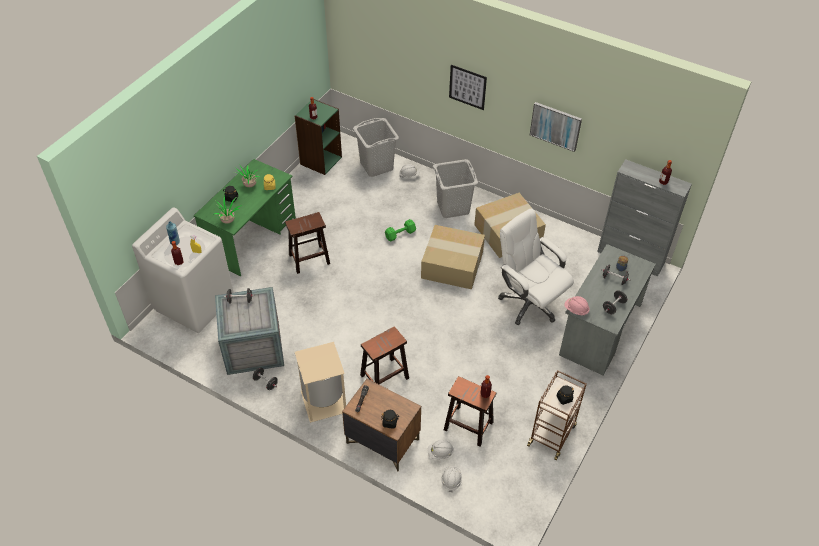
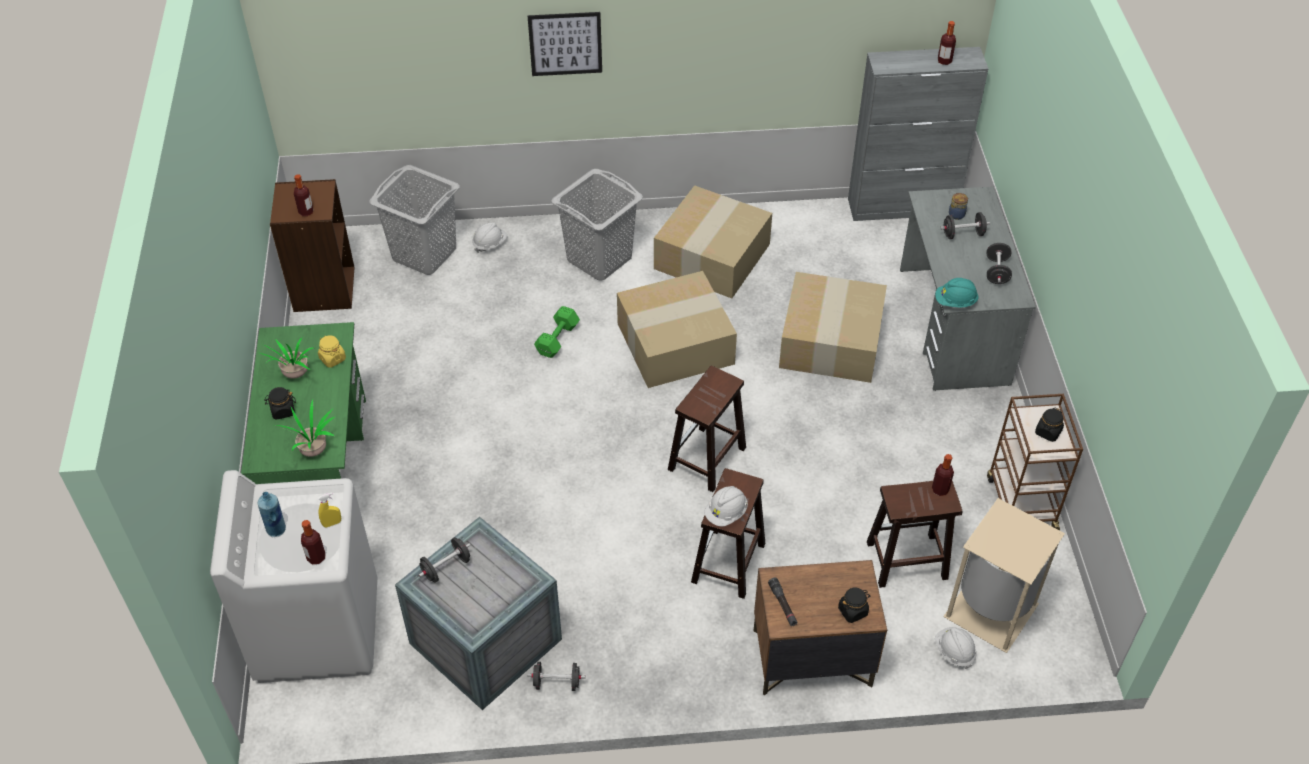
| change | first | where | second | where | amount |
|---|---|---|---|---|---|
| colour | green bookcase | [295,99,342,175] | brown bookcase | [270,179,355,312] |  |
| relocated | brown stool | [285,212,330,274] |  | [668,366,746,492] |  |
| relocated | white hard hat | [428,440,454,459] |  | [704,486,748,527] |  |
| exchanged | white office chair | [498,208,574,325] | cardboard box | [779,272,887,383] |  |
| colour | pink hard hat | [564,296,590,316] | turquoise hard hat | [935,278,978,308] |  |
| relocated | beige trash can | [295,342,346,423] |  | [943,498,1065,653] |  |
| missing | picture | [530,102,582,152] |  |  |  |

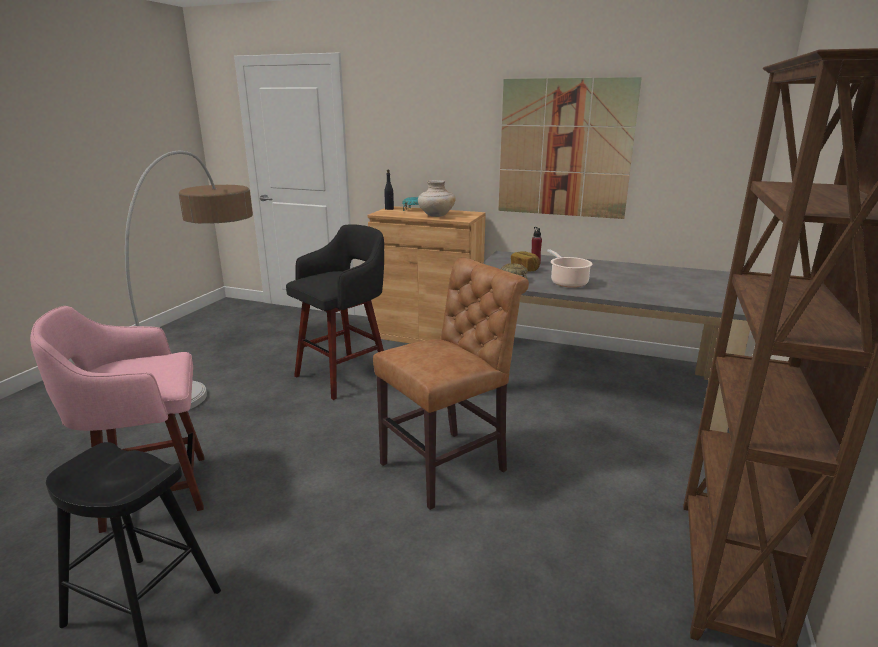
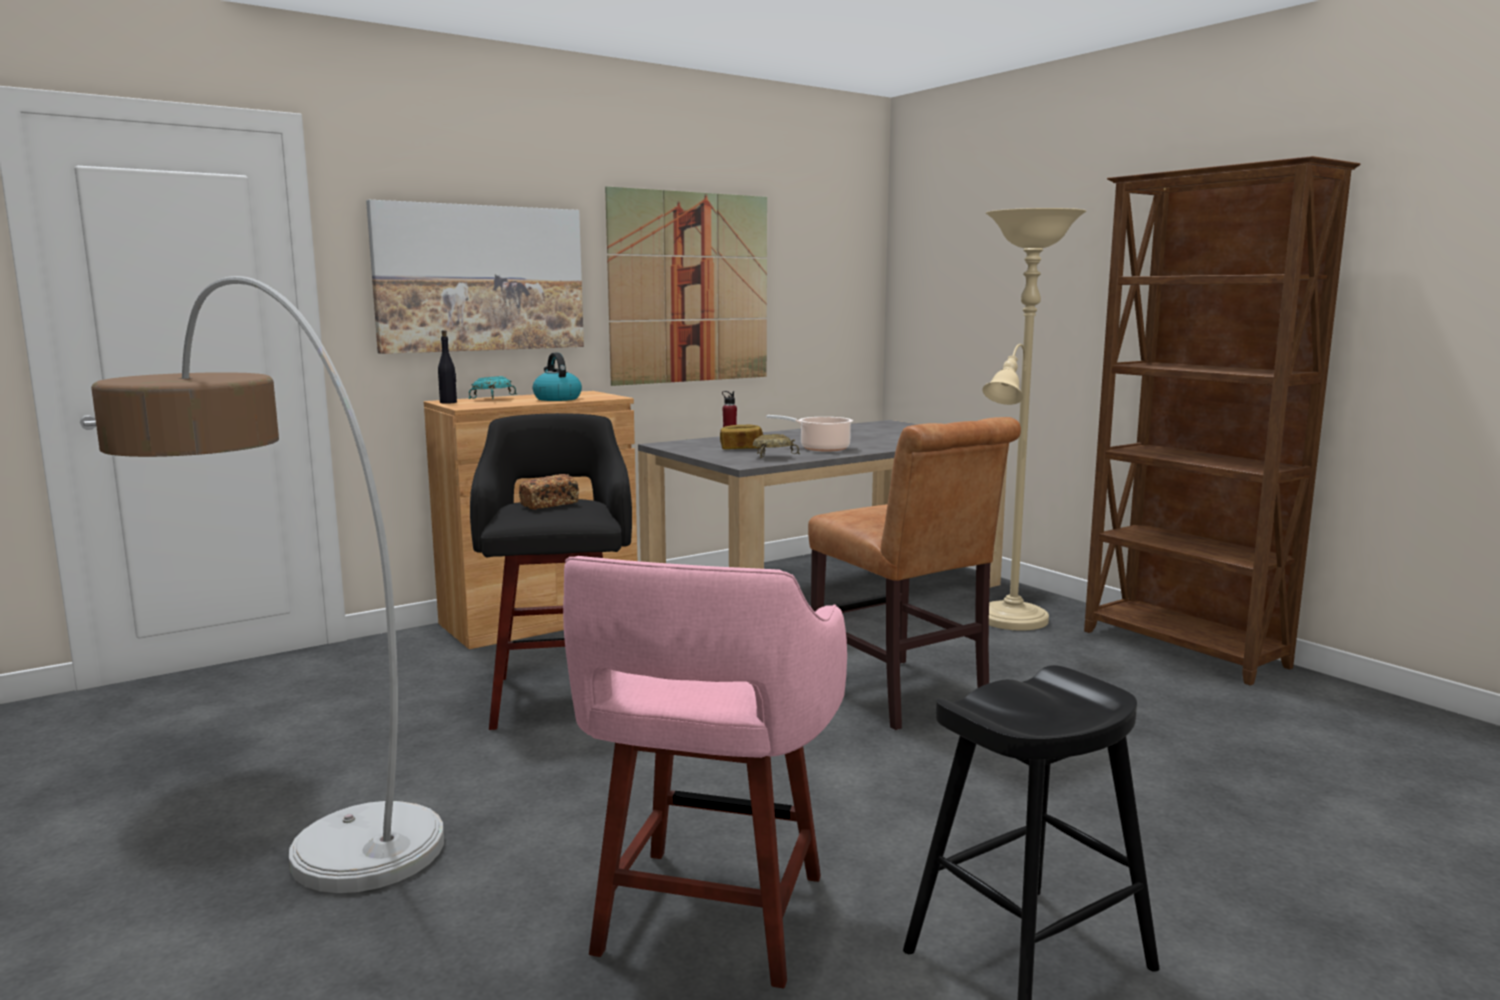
| change | first | where | second | where | amount |
|---|---|---|---|---|---|
| appeared |  |  | picture | [366,200,584,354] |  |
| appeared |  |  | bread | [519,474,579,510] |  |
| exchanged | beige vase | [418,180,455,217] | kettle | [533,353,582,401] |  |
| spun | brown chair | [373,258,529,510] |  | [808,417,1021,730] | 150 degrees clockwise |
| appeared |  |  | beige floor lamp | [982,208,1086,630] |  |

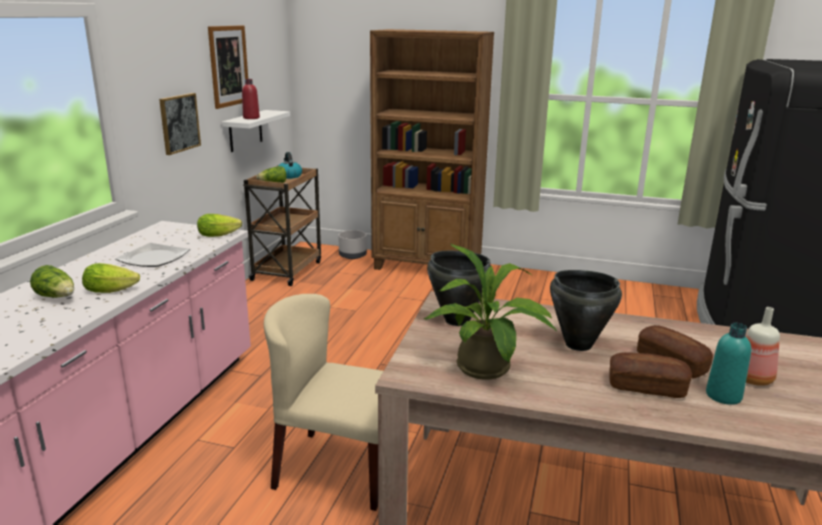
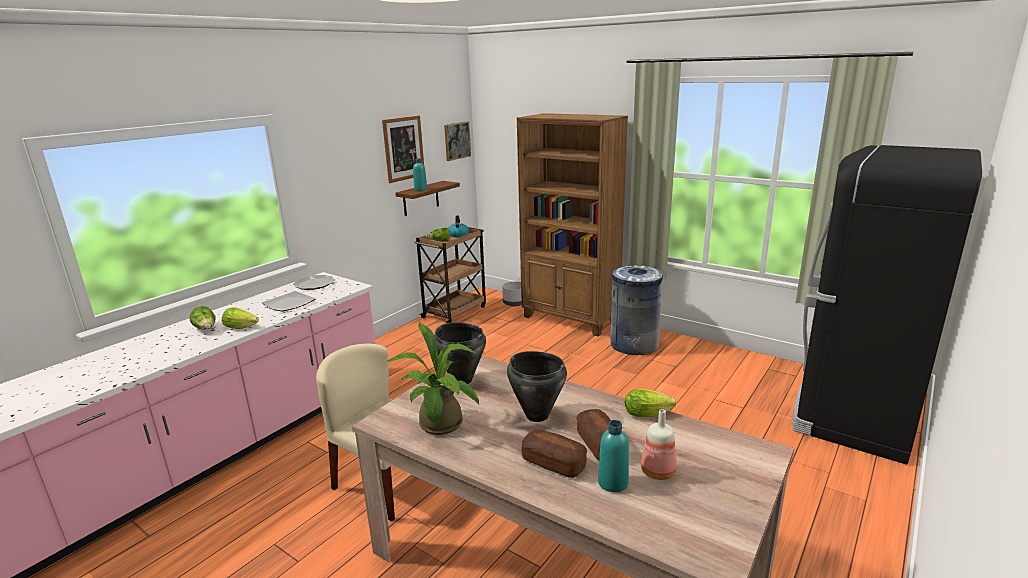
| change | first | where | second | where | amount |
|---|---|---|---|---|---|
| appeared |  |  | plate | [293,275,335,290] |  |
| colour | white shelf | [222,110,290,152] | brown shelf | [395,181,460,216] |  |
| colour | red bottle | [242,79,260,119] | turquoise bottle | [413,159,427,191] |  |
| relocated | picture | [159,93,201,155] |  | [444,121,471,161] |  |
| appeared |  |  | grey trash can | [610,265,663,355] |  |
| relocated | lettuce | [197,214,242,237] |  | [625,389,676,417] |  |

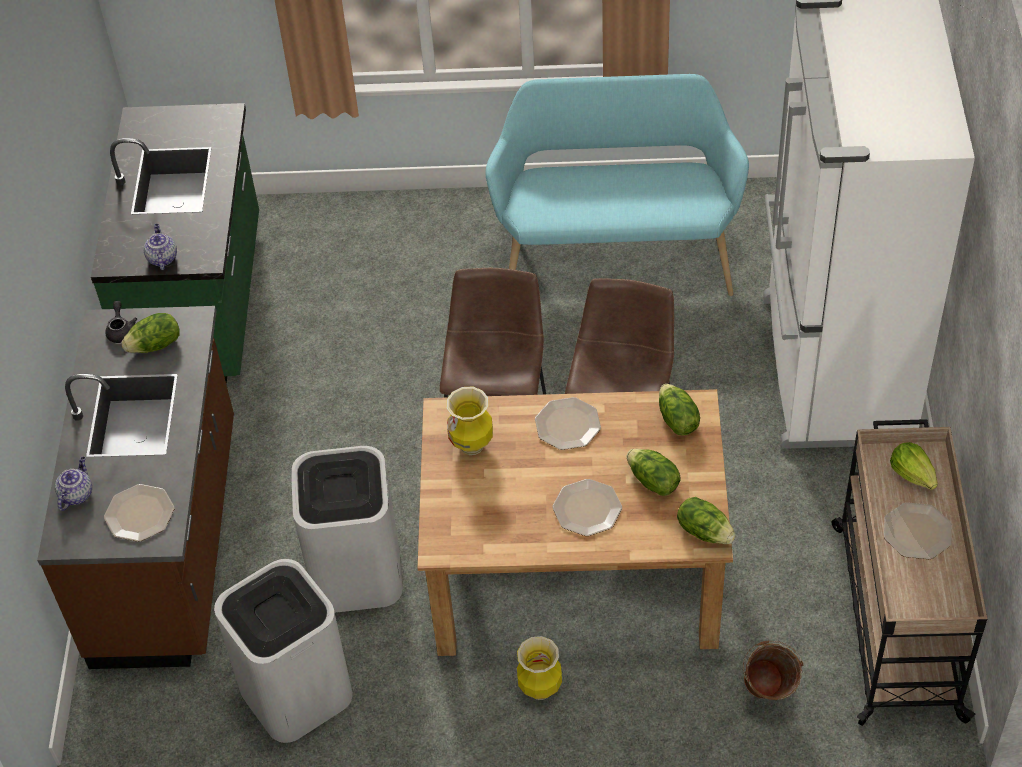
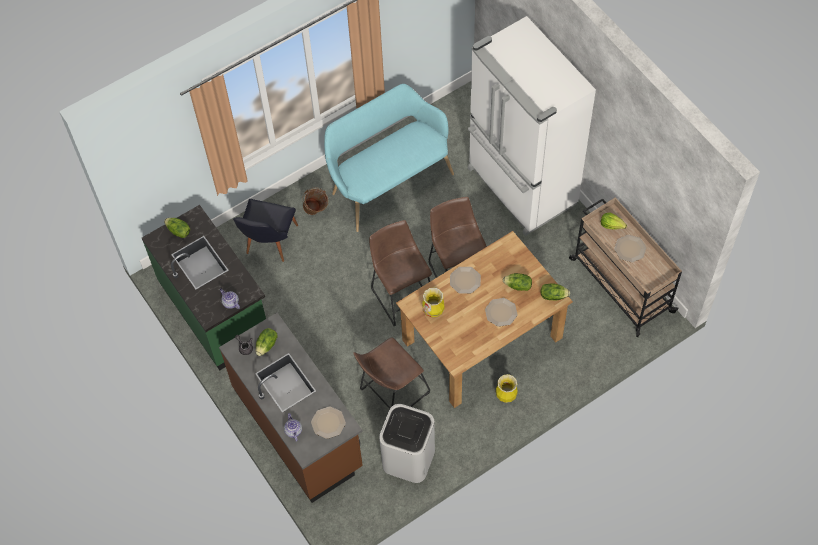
| change | first | where | second | where | amount |
|---|---|---|---|---|---|
| relocated | lettuce | [659,384,700,436] |  | [164,218,190,238] |  |
| appeared |  |  | black chair | [233,199,298,262] |  |
| relocated | brown bucket | [743,641,803,700] |  | [302,187,329,215] |  |
| exchanged | white trash can | [291,446,403,613] | brown stool | [353,337,430,409] |  |

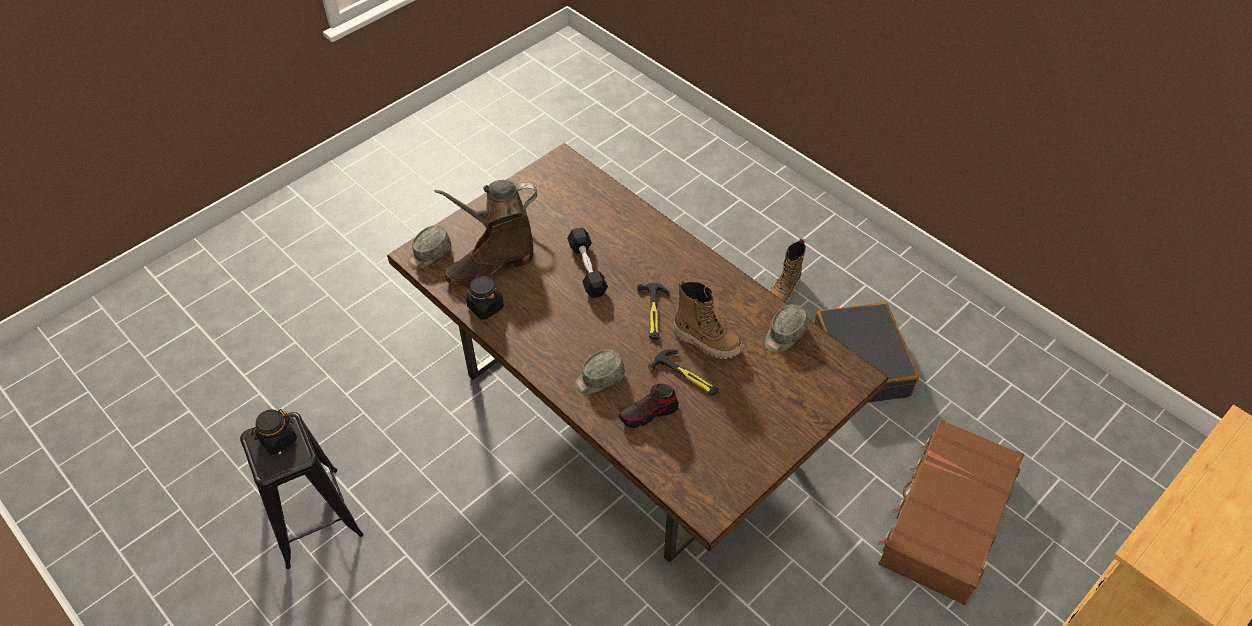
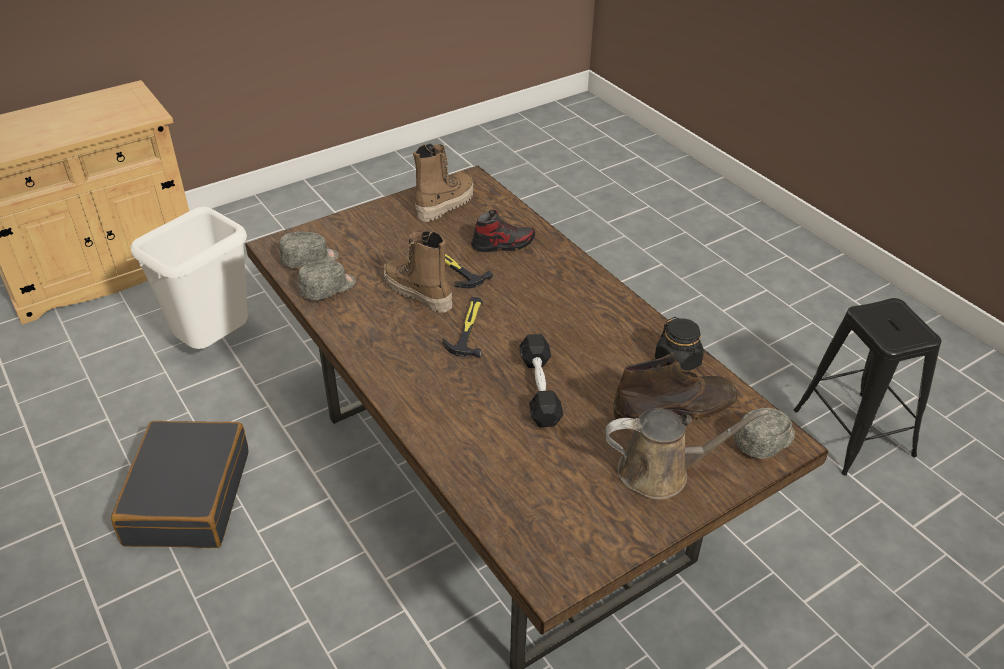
| change | first | where | second | where | amount |
|---|---|---|---|---|---|
| exchanged | brown suitcase | [877,419,1024,605] | white trash can | [130,207,248,349] |  |
| relocated | grey cap | [574,349,625,394] |  | [279,232,338,268] |  |
| relocated | boot | [770,238,806,304] |  | [413,144,474,222] |  |
| missing | black jar | [251,409,297,454] |  |  |  |

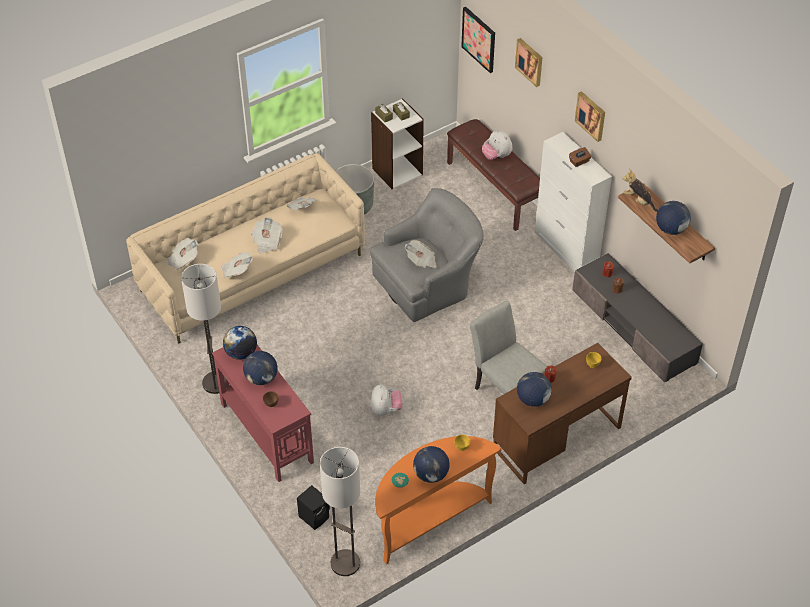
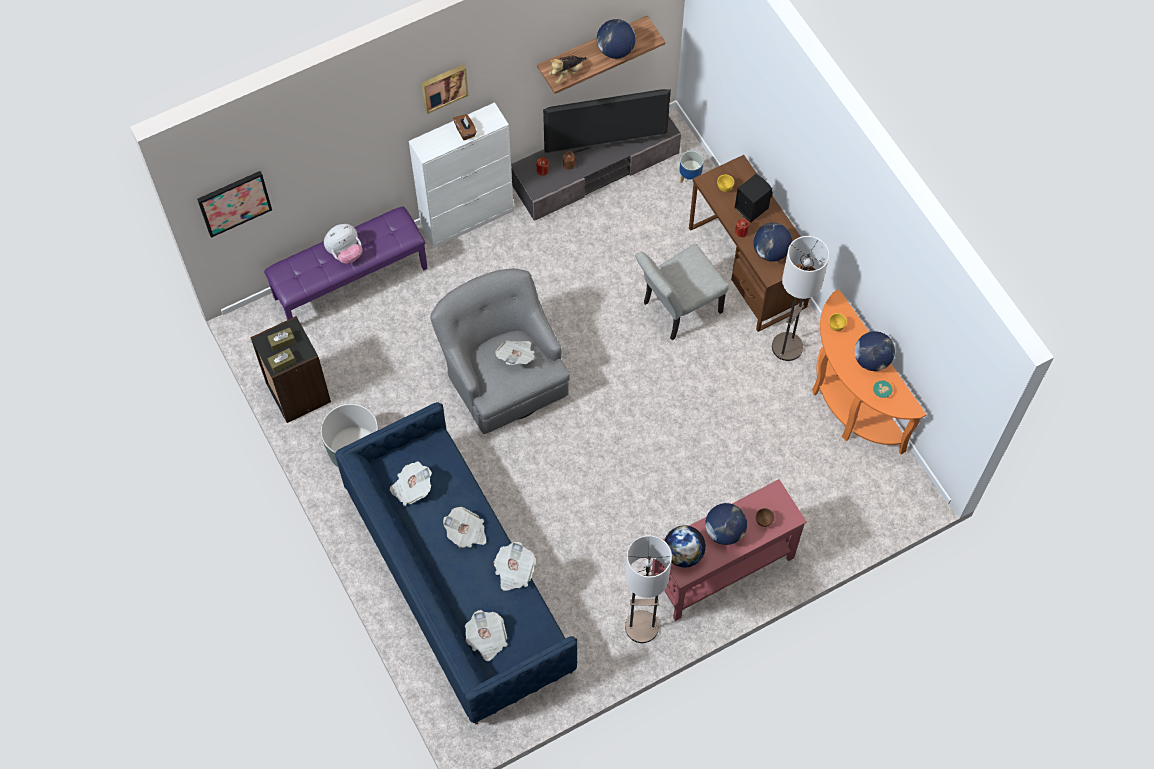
| change | first | where | second | where | amount |
|---|---|---|---|---|---|
| colour | white bookcase | [371,98,424,189] | black bookcase | [250,316,331,423] |  |
| colour | brown bench | [447,119,540,231] | purple bench | [264,206,428,320] |  |
| colour | beige sofa | [126,153,365,343] | blue sofa | [335,402,577,725] |  |
| appeared |  |  | television | [543,89,671,153] |  |
| appeared |  |  | planter | [679,151,703,183] |  |
| relocated | black speaker | [297,485,330,530] |  | [735,174,773,223] |  |
| relocated | floor lamp | [320,447,360,576] |  | [772,236,829,361] |  |
| missing | plush toy | [370,384,402,416] |  |  |  |
| missing | picture | [515,38,542,87] |  |  |  |

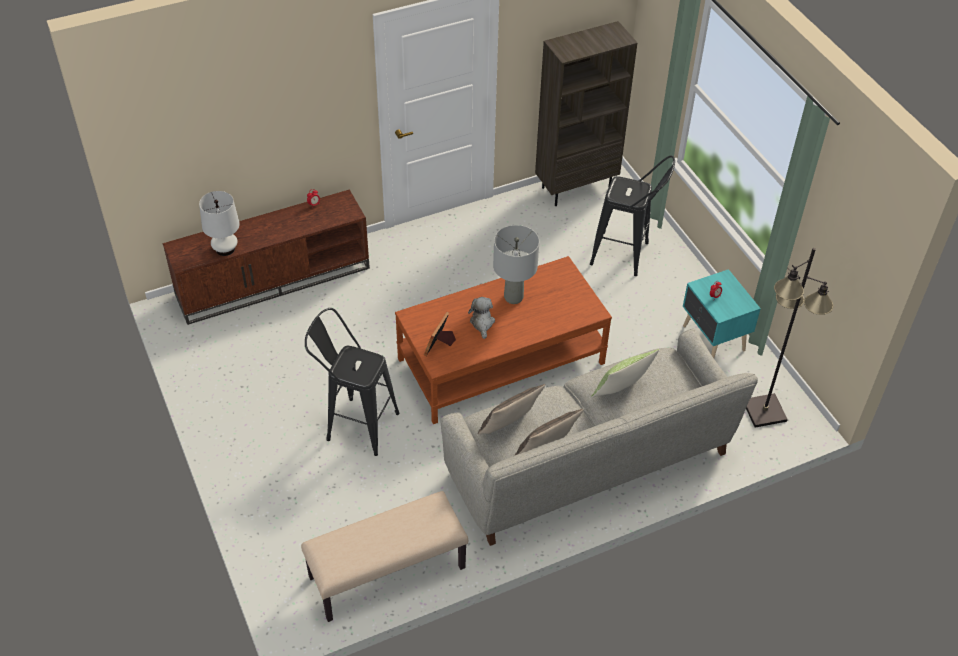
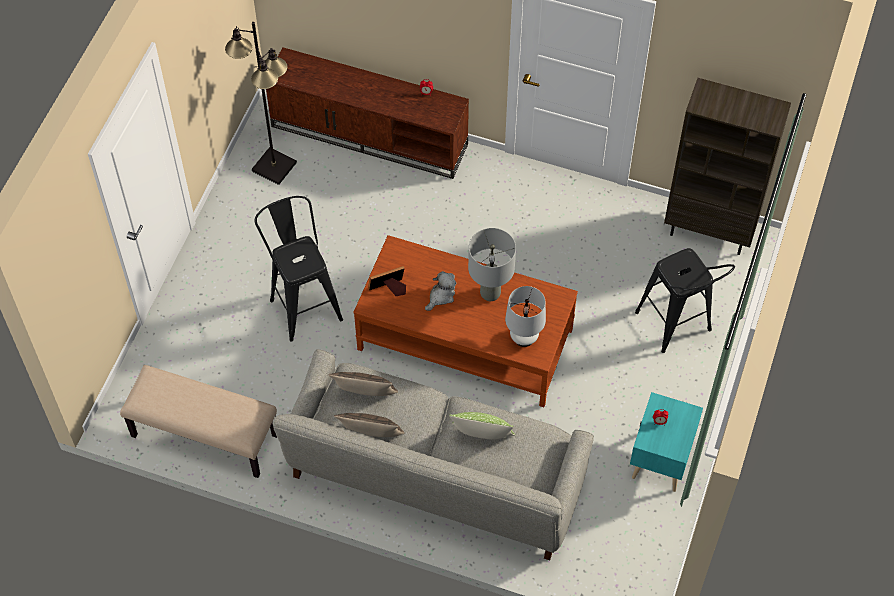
| change | first | where | second | where | amount |
|---|---|---|---|---|---|
| relocated | black floor lamp | [746,248,834,428] |  | [225,22,297,185] |  |
| relocated | white table lamp | [199,191,240,256] |  | [505,286,546,347] |  |

